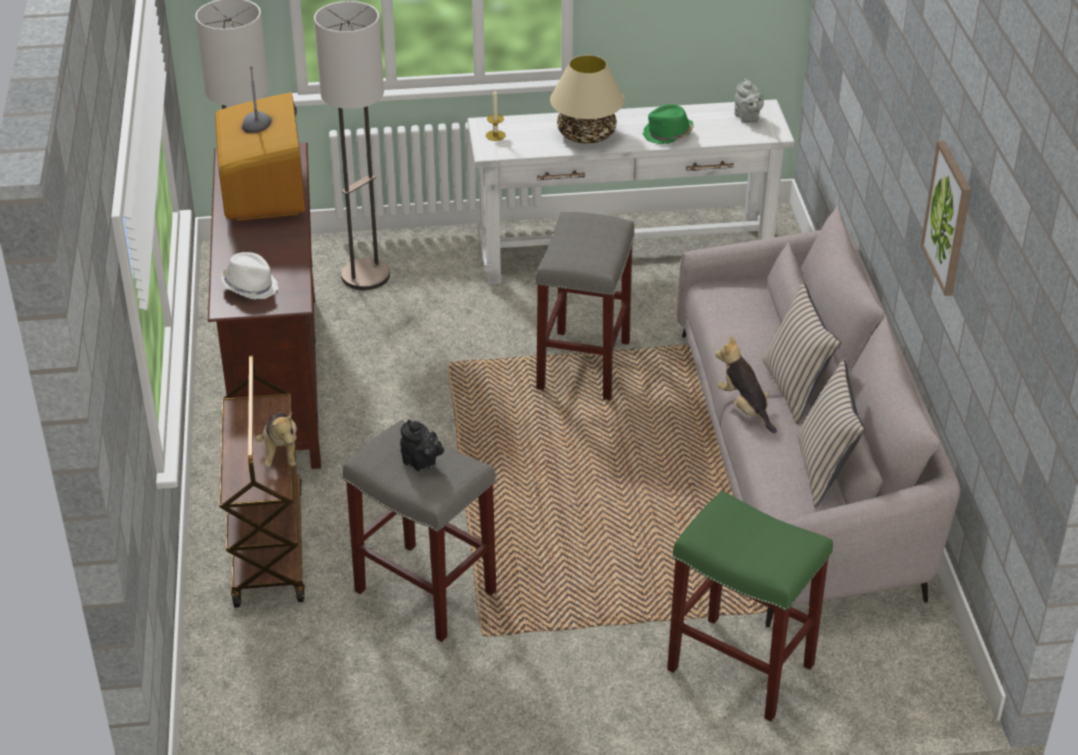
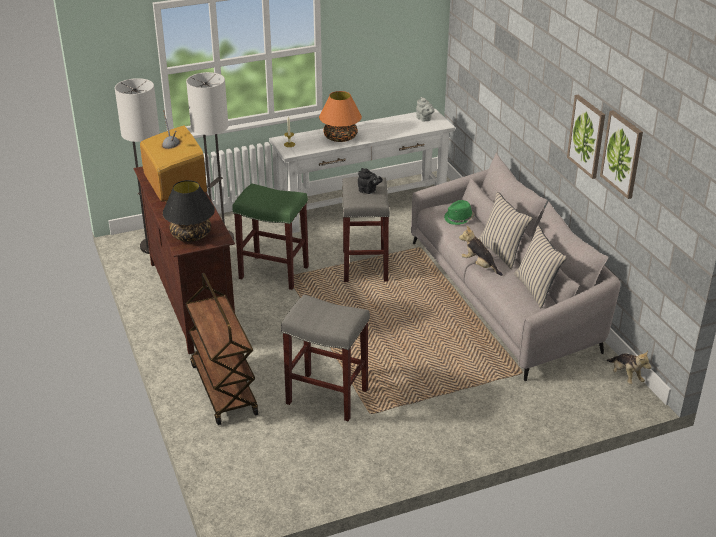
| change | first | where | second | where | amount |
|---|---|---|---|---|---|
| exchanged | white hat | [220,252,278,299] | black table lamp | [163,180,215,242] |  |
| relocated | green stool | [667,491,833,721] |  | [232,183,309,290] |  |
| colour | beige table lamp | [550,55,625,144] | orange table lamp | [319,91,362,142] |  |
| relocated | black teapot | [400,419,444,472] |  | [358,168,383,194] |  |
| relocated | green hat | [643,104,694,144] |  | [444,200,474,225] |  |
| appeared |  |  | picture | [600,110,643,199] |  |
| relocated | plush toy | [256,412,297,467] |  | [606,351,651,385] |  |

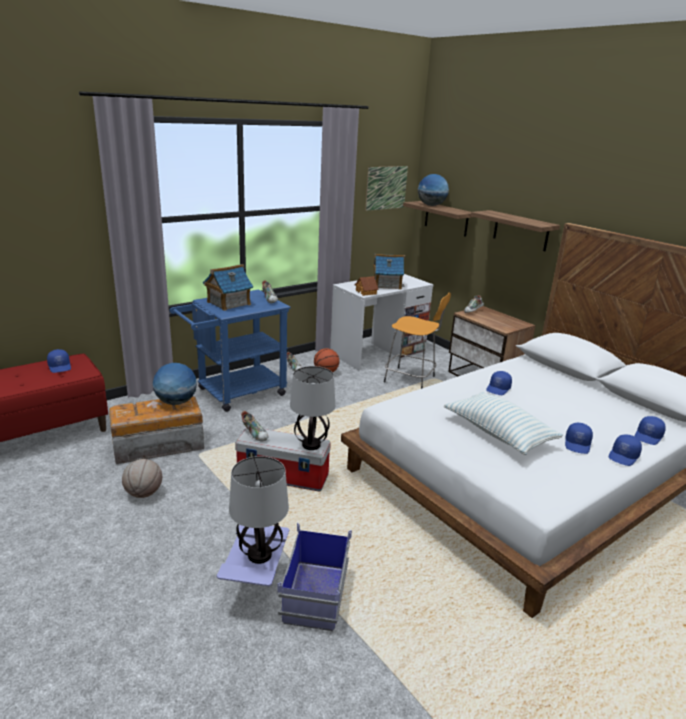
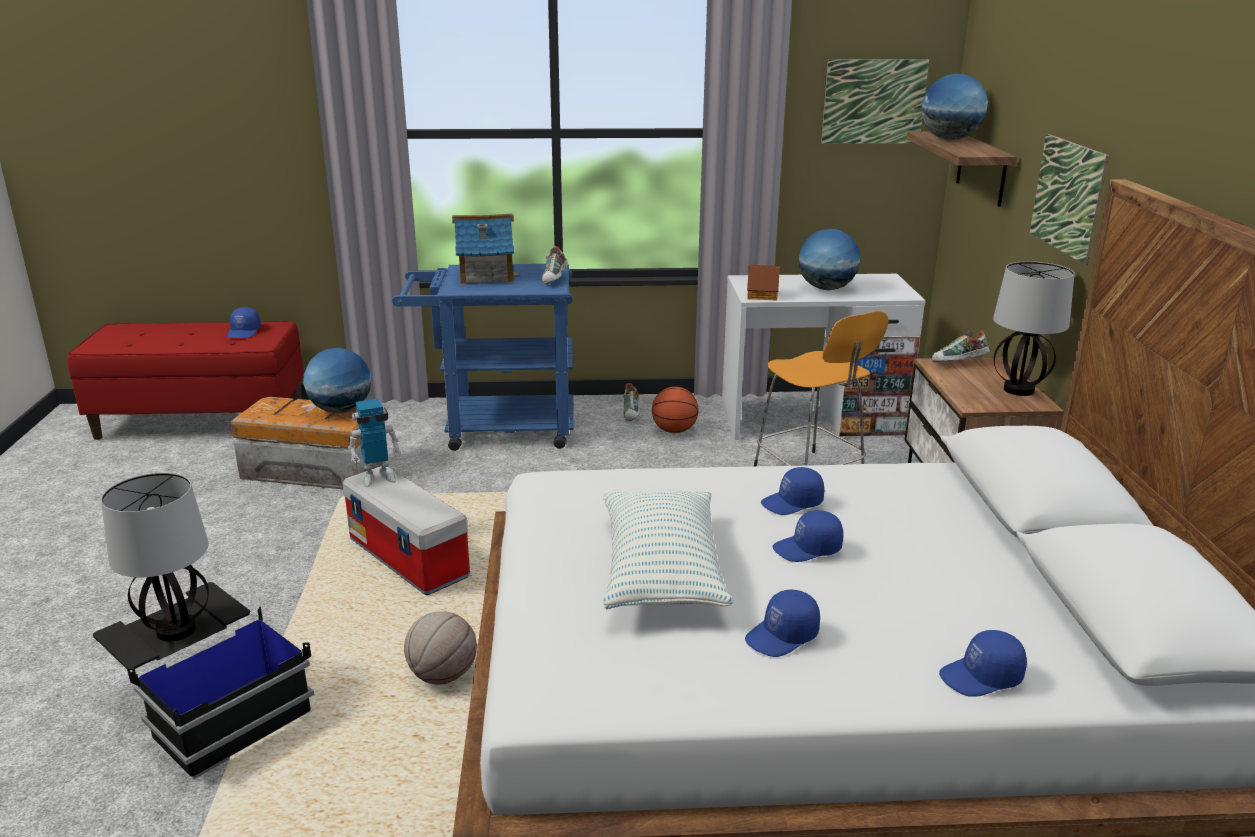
| change | first | where | second | where | amount |
|---|---|---|---|---|---|
| colour | blue storage box | [217,523,352,631] | black storage box | [93,582,314,779] |  |
| exchanged | shoe | [241,411,269,442] | toy robot | [348,398,401,487] |  |
| relocated | basketball | [122,459,162,498] |  | [404,611,477,685] |  |
| relocated | blue cap | [609,435,642,466] |  | [772,510,843,562] |  |
| exchanged | toy house | [373,254,405,290] | globe | [799,229,860,291] |  |
| relocated | table lamp | [290,366,335,450] |  | [993,261,1074,396] |  |
| exchanged | shelf | [471,210,560,251] | picture | [1030,134,1109,265] |  |

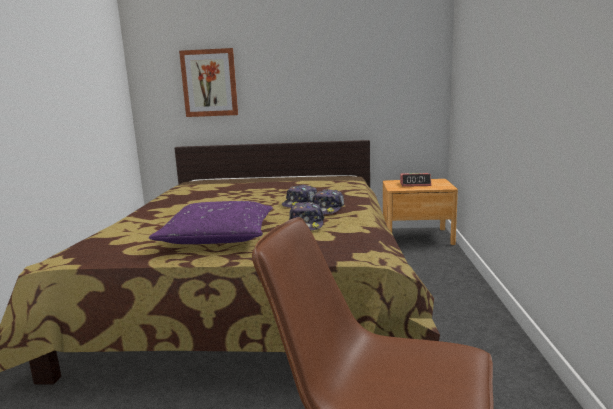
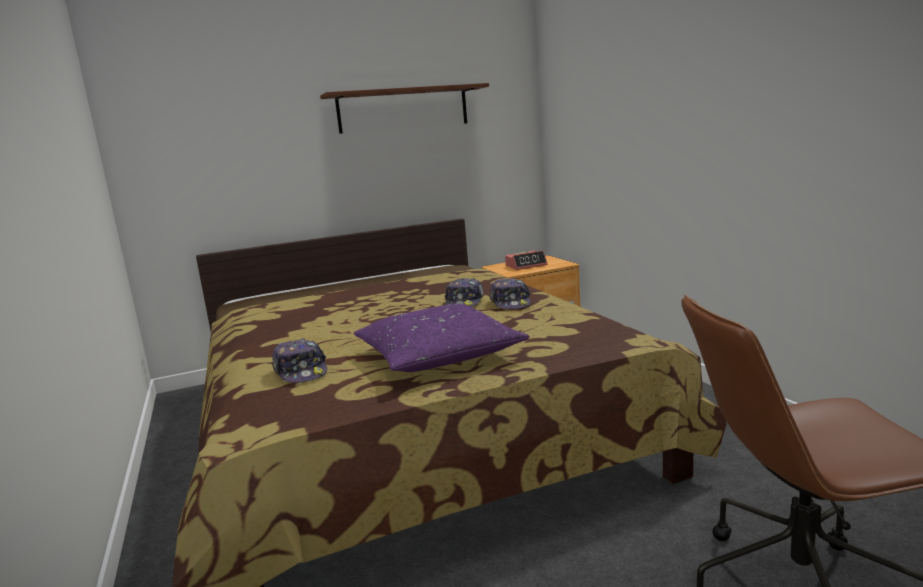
| change | first | where | second | where | amount |
|---|---|---|---|---|---|
| relocated | cap | [289,202,325,230] |  | [272,339,327,383] |  |
| appeared |  |  | brown shelf | [320,83,489,134] |  |
| missing | picture | [179,48,238,117] |  |  |  |

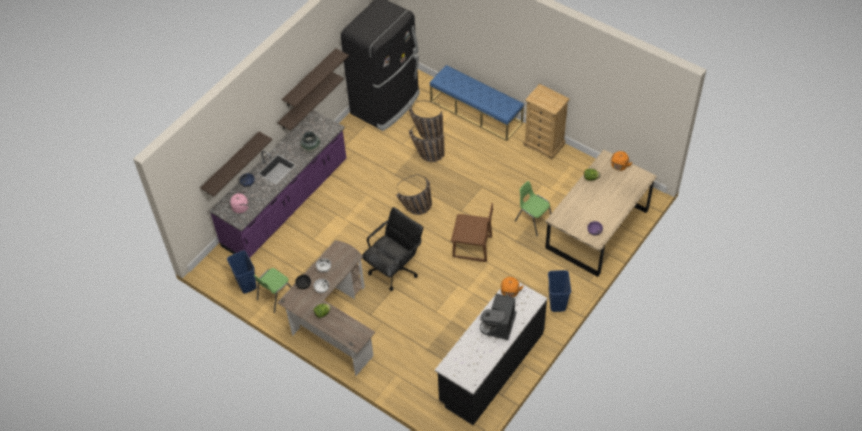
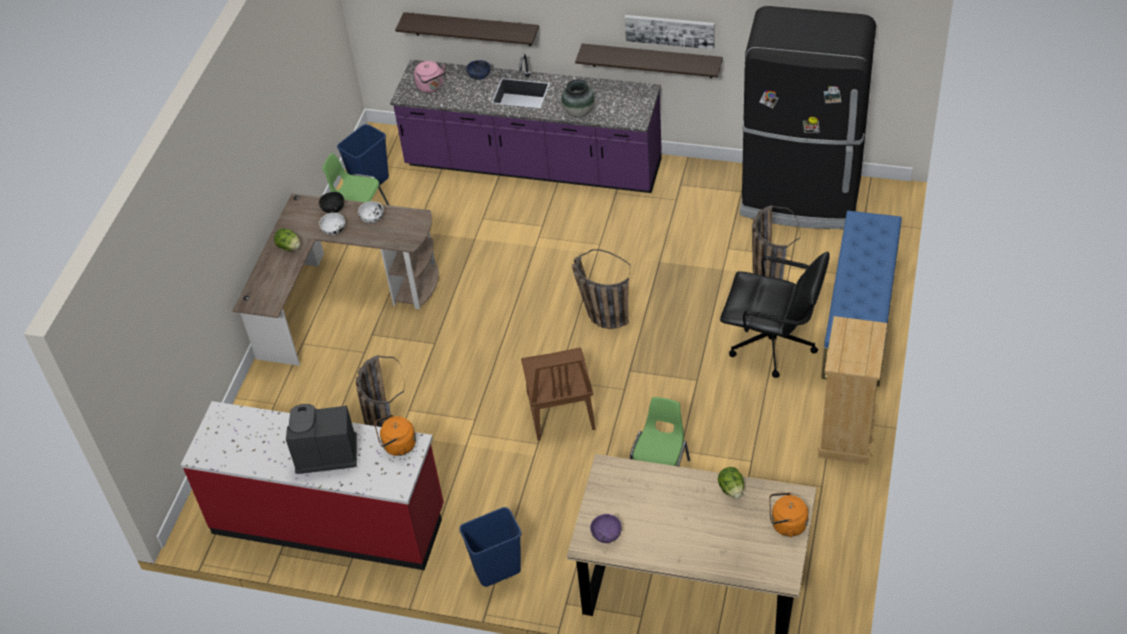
| change | first | where | second | where | amount |
|---|---|---|---|---|---|
| colour | black counter | [435,282,547,425] | red counter | [181,401,444,570] |  |
| relocated | basket | [409,122,445,162] |  | [356,355,404,427] |  |
| exchanged | shelf | [282,48,349,107] | picture | [625,15,714,50] |  |
| relocated | black office chair | [362,207,423,291] |  | [720,252,830,378] |  |

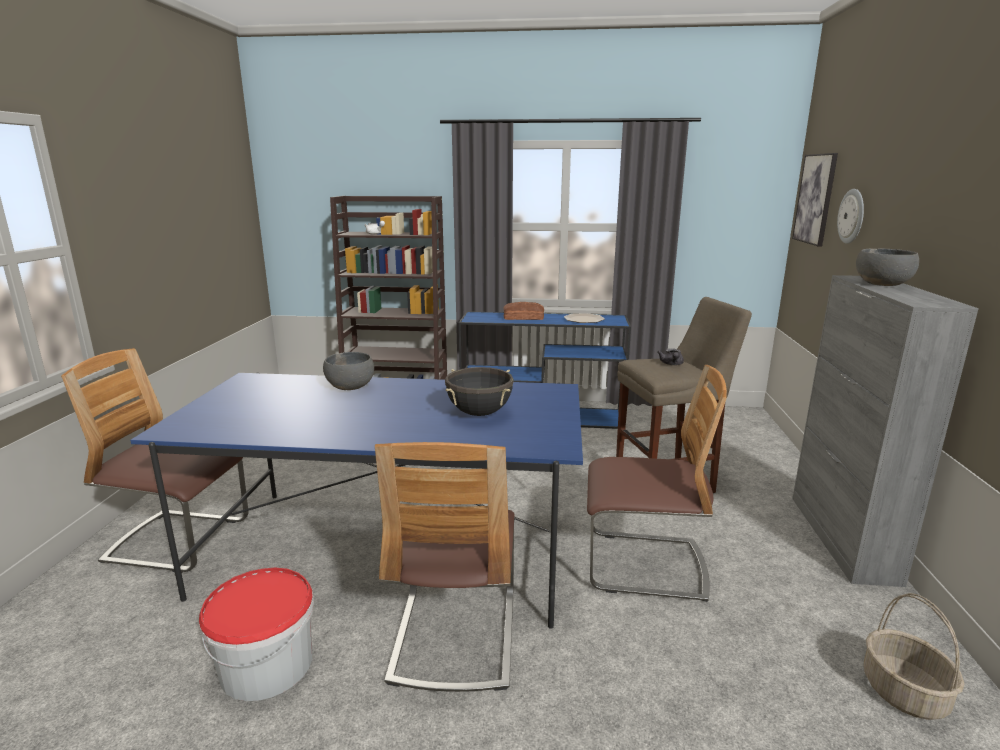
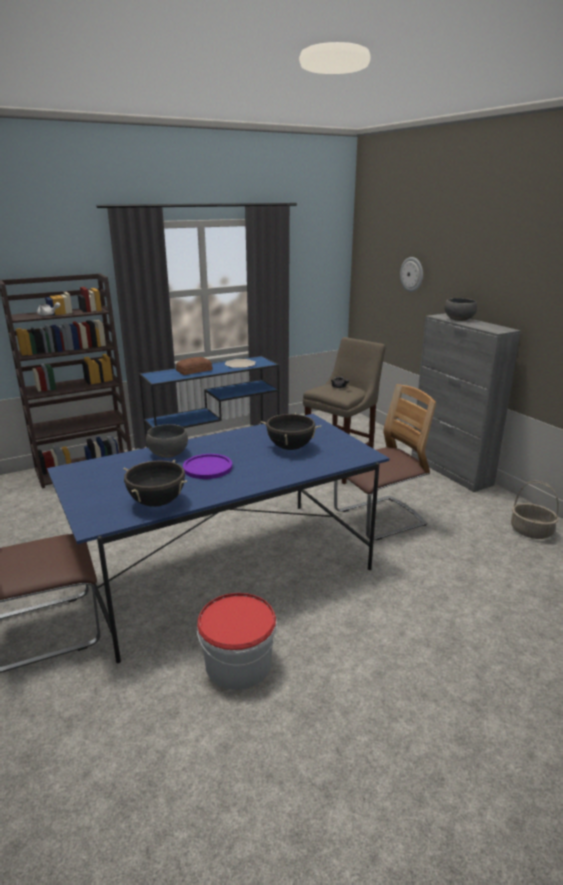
| change | first | where | second | where | amount |
|---|---|---|---|---|---|
| appeared |  |  | black cooking pot | [124,459,187,507] |  |
| appeared |  |  | purple plate | [183,454,232,479] |  |
| missing | chair | [375,442,515,692] |  |  |  |
| missing | picture | [792,153,838,247] |  |  |  |

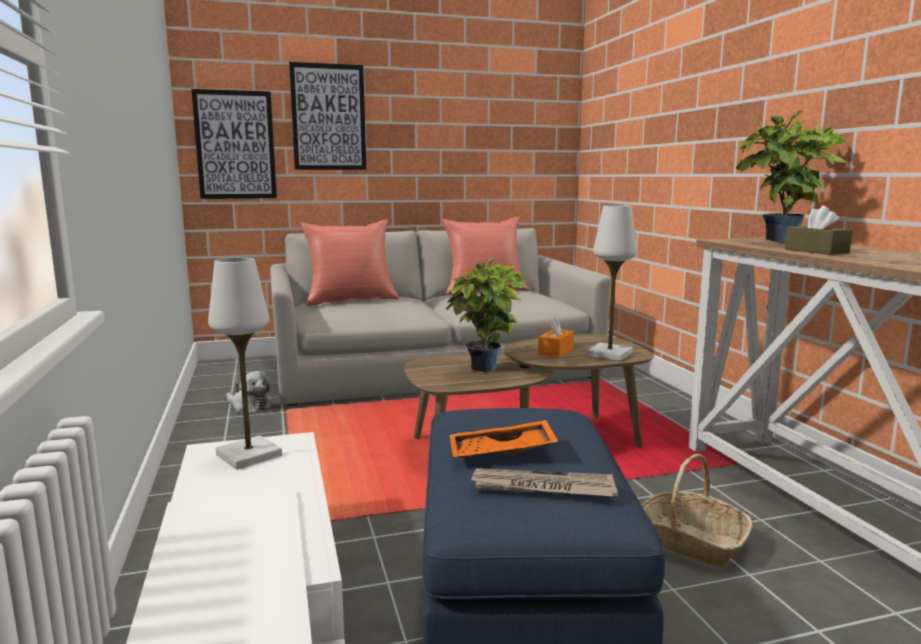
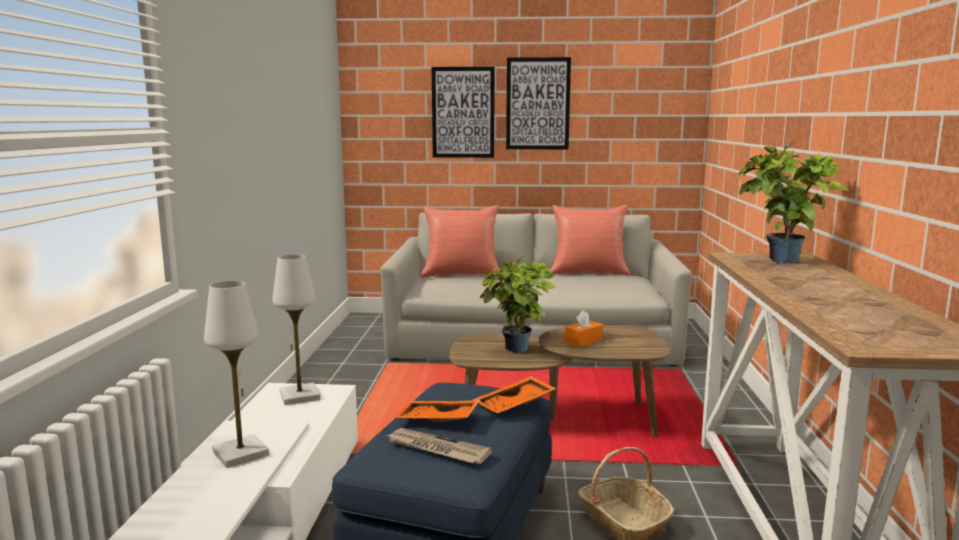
| change | first | where | second | where | amount |
|---|---|---|---|---|---|
| relocated | white table lamp | [587,205,637,361] |  | [204,281,269,468] |  |
| appeared |  |  | orange tray | [473,376,557,413] |  |
| relocated | picture | [191,89,277,199] |  | [506,57,571,149] |  |
| missing | plush toy | [227,371,271,413] |  |  |  |
| missing | brown tissue box | [785,206,852,255] |  |  |  |

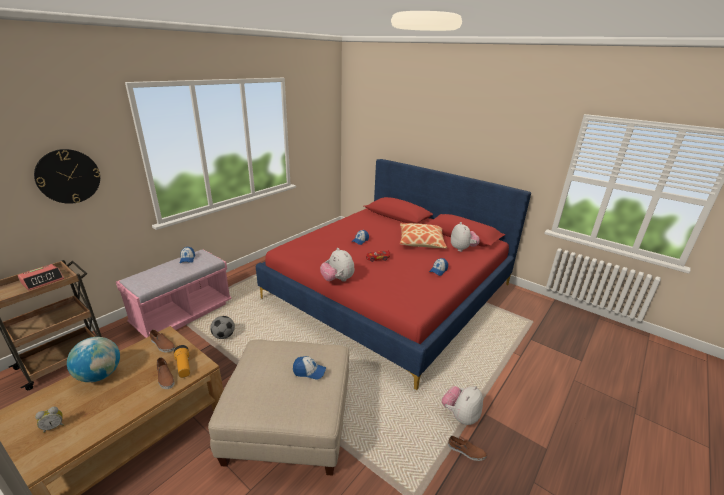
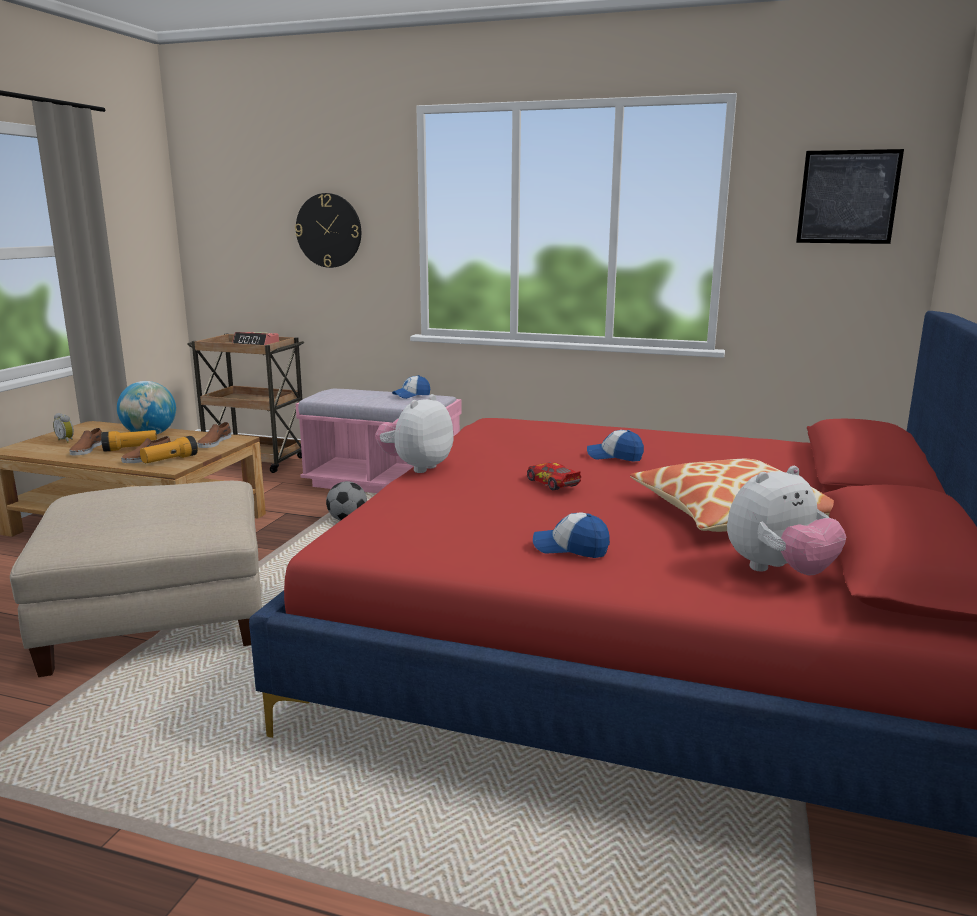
| change | first | where | second | where | amount |
|---|---|---|---|---|---|
| relocated | brown shoe | [448,436,487,461] |  | [69,428,102,455] |  |
| appeared |  |  | flashlight | [101,430,157,452] |  |
| appeared |  |  | picture | [796,149,904,244] |  |
| missing | cap | [293,356,326,380] |  |  |  |
| missing | plush toy | [442,386,483,425] |  |  |  |

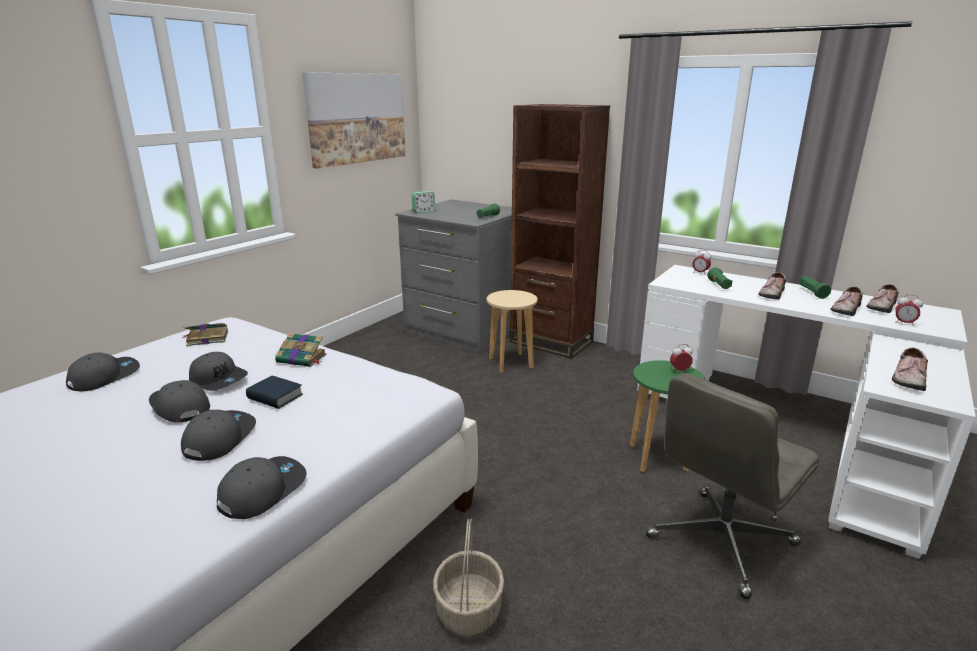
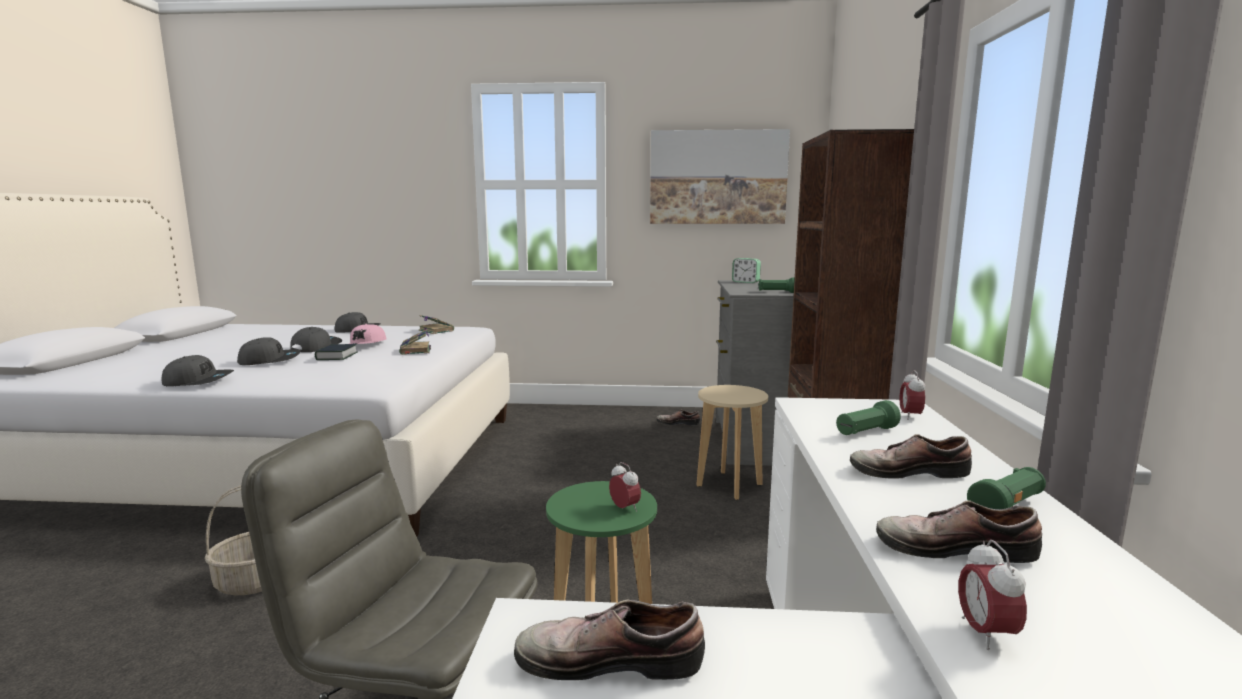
| change | first | where | second | where | amount |
|---|---|---|---|---|---|
| colour | grey cap | [189,352,248,391] | pink cap | [349,324,387,344] |  |
| relocated | shoe | [866,284,899,313] |  | [656,410,700,426] |  |

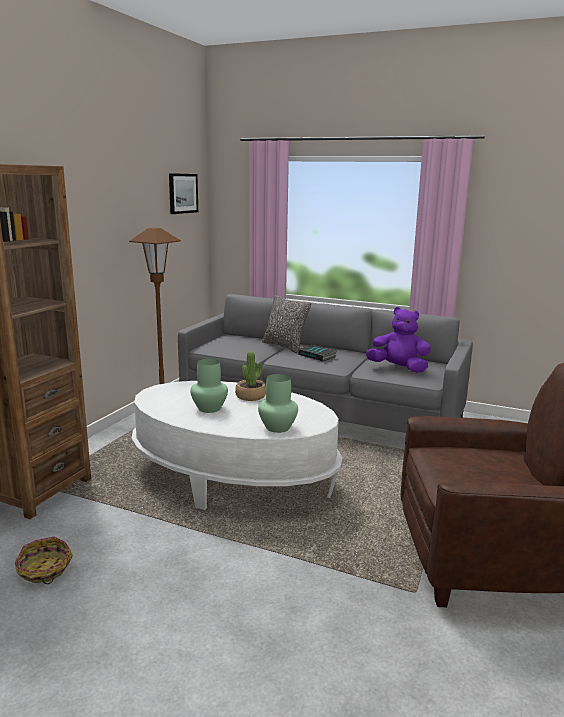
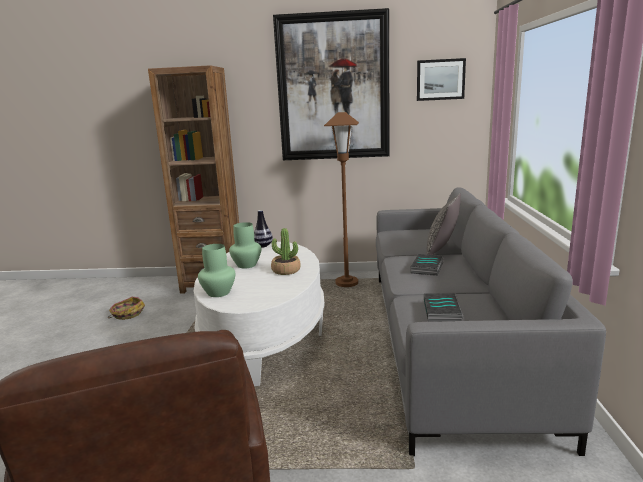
| change | first | where | second | where | amount |
|---|---|---|---|---|---|
| appeared |  |  | vase | [254,210,273,247] |  |
| appeared |  |  | picture | [273,8,390,160] |  |
| exchanged | purple plush toy | [366,307,431,373] | book | [424,293,463,322] |  |

